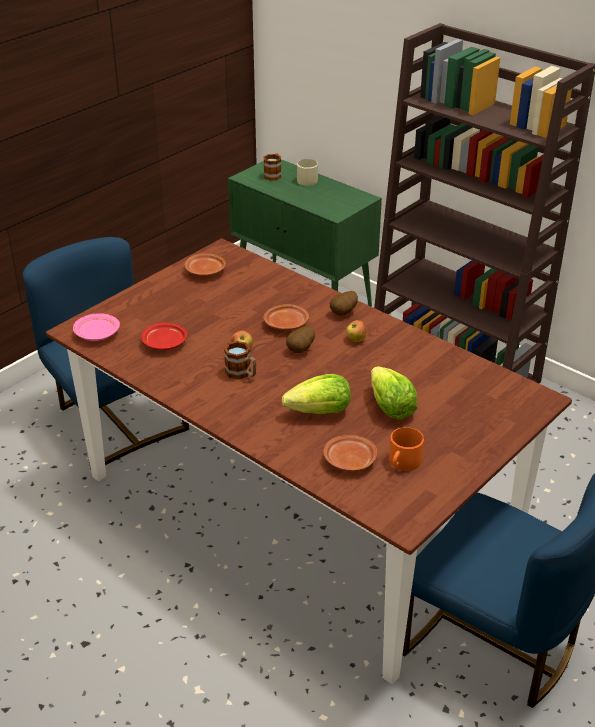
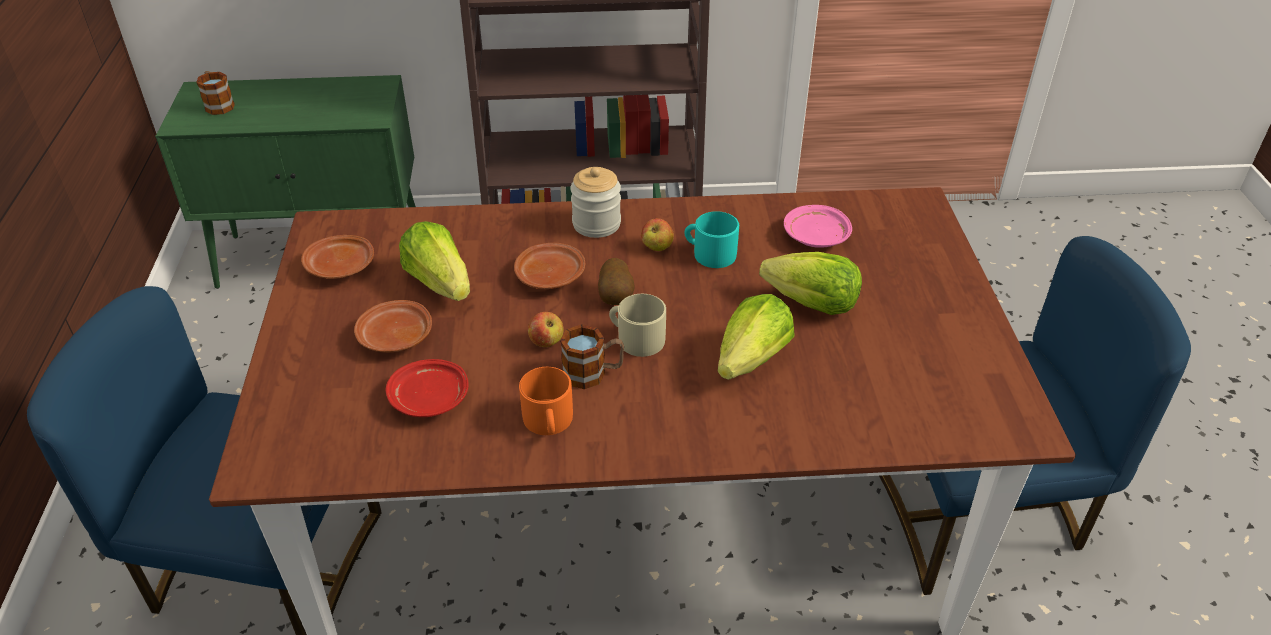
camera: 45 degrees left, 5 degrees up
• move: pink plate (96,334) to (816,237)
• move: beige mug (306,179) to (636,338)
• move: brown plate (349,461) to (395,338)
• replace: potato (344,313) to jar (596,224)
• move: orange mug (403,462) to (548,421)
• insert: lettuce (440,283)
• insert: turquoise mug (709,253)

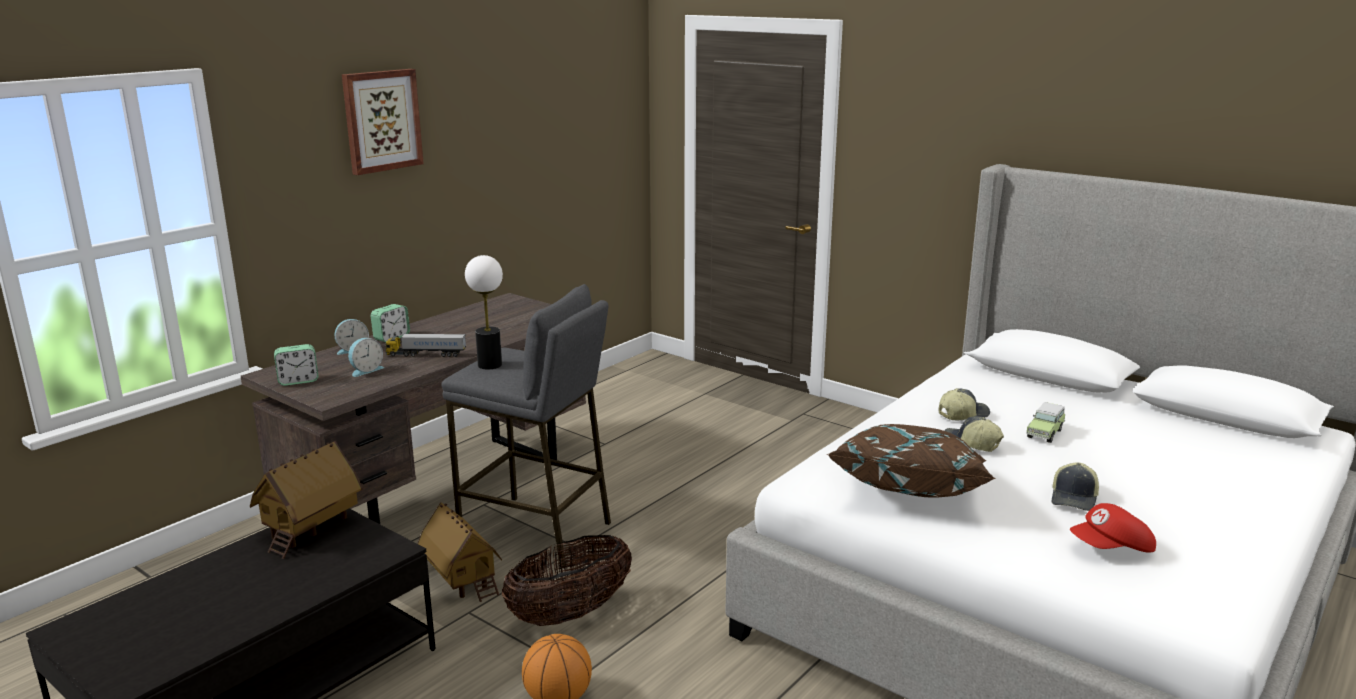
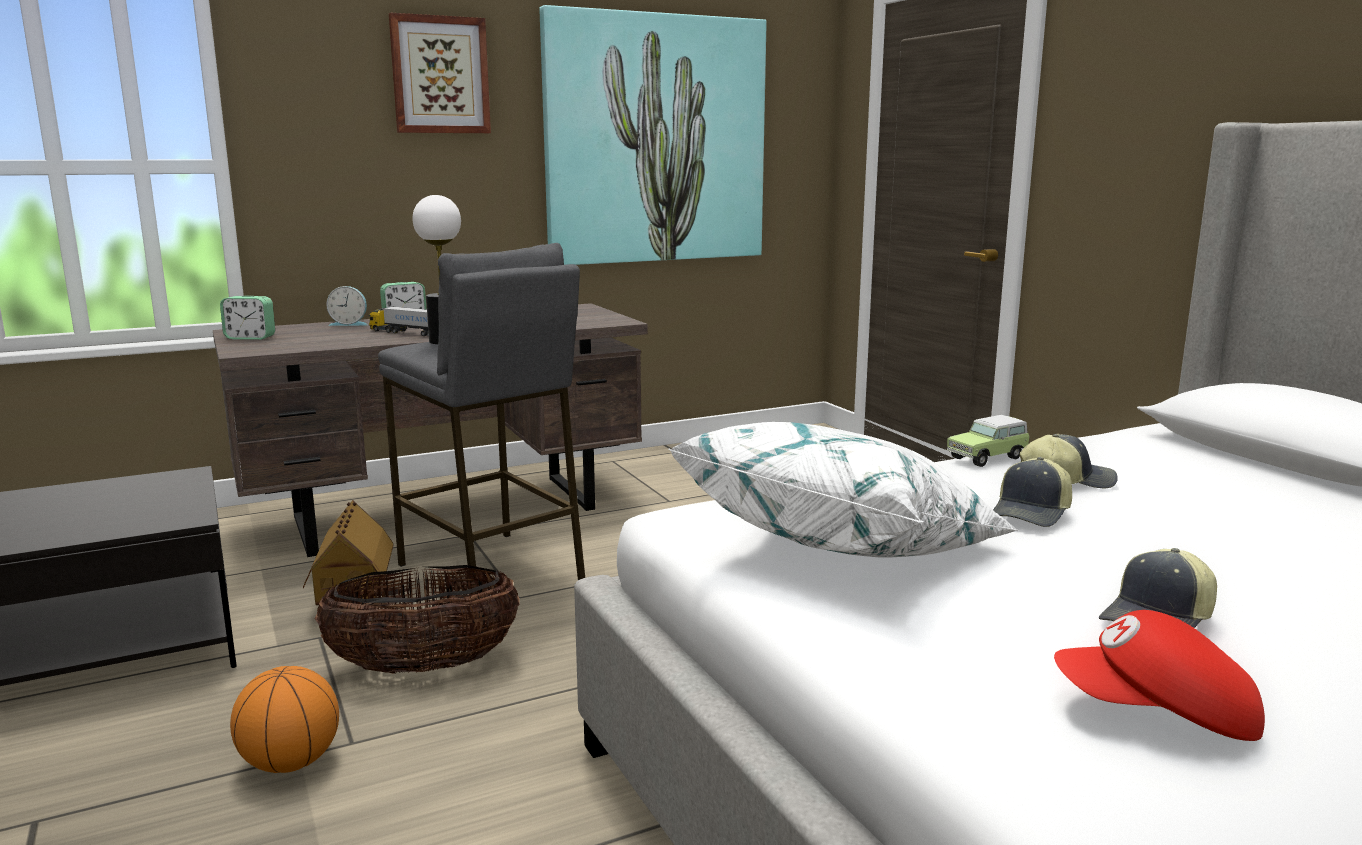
camera: 25 degrees right, 5 degrees down
• delete: toy house (311,530)
• delete: alarm clock (365,370)
• recolor: brown pillow (909,488) to white pillow (845,548)
• rotate: cap (970,444) = (1032,514) 120 degrees counterclockwise
• move: toy car (1045,433) to (989,457)
• insert: picture (655,140)

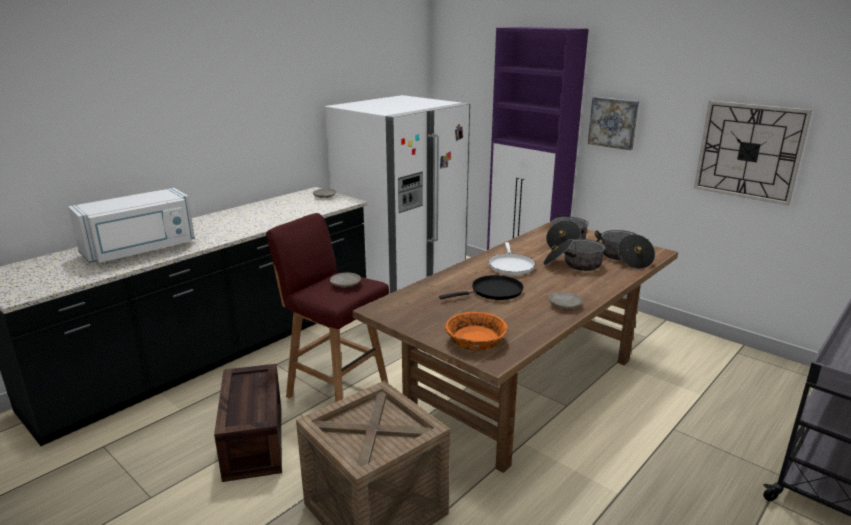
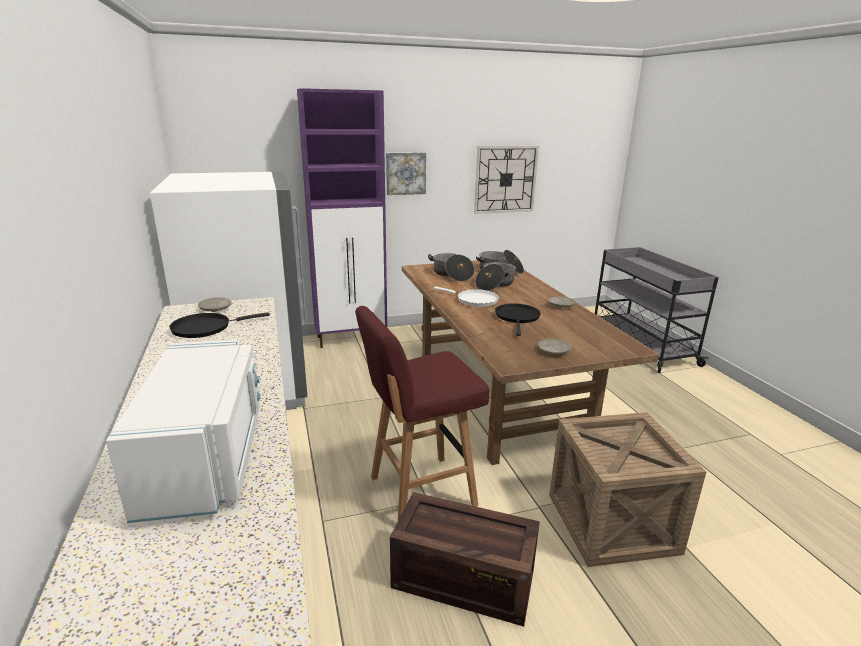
camera: 60 degrees left, 0 degrees up
• move: beige plate (345,284) to (553,351)
• delete: orange bowl (475,341)
• insert: black frying pan (205,328)

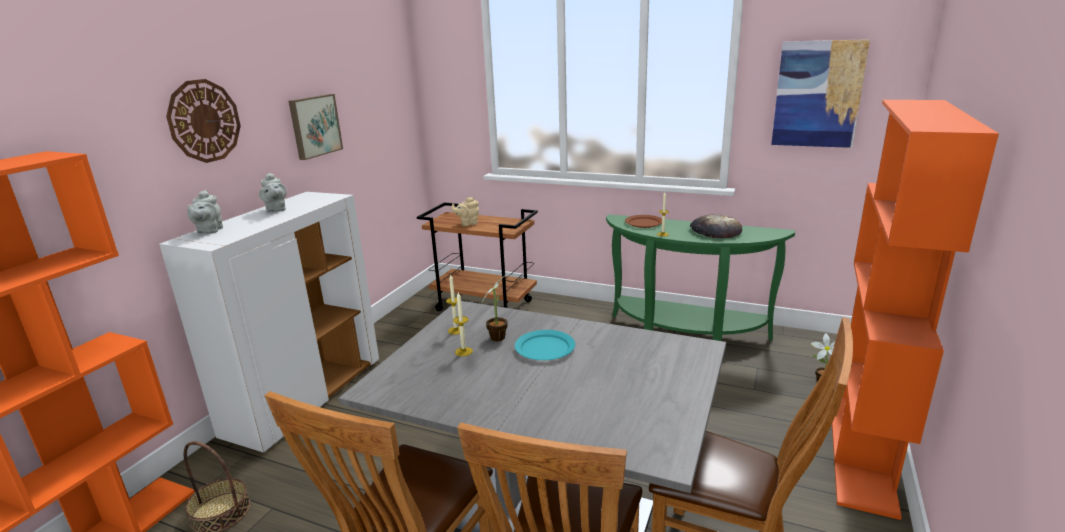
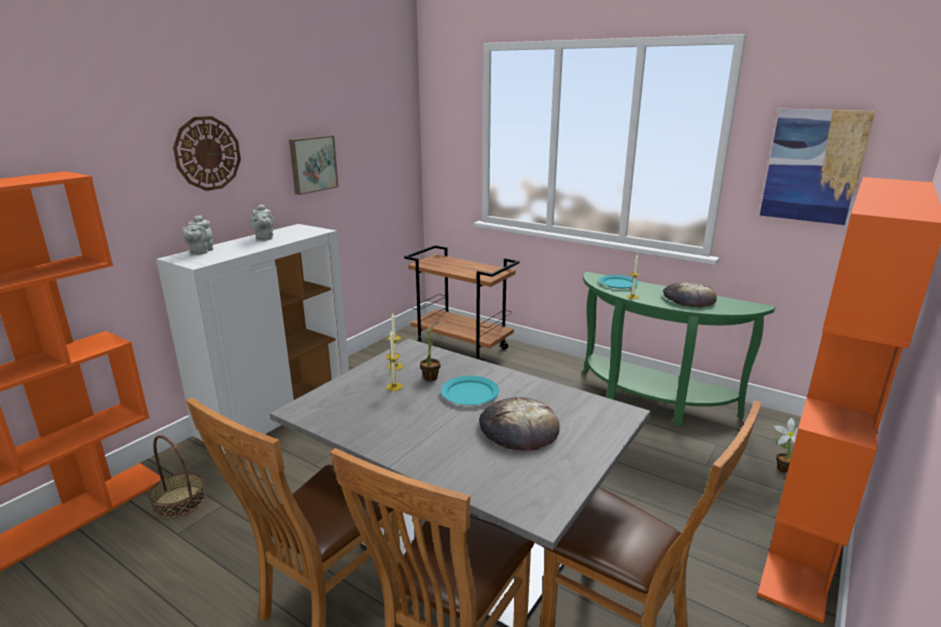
camera: 10 degrees right, 0 degrees up
• delete: beige teapot (468,223)
• recolor: brown plate (644,223) to turquoise plate (618,283)
• insert: bread (518,428)

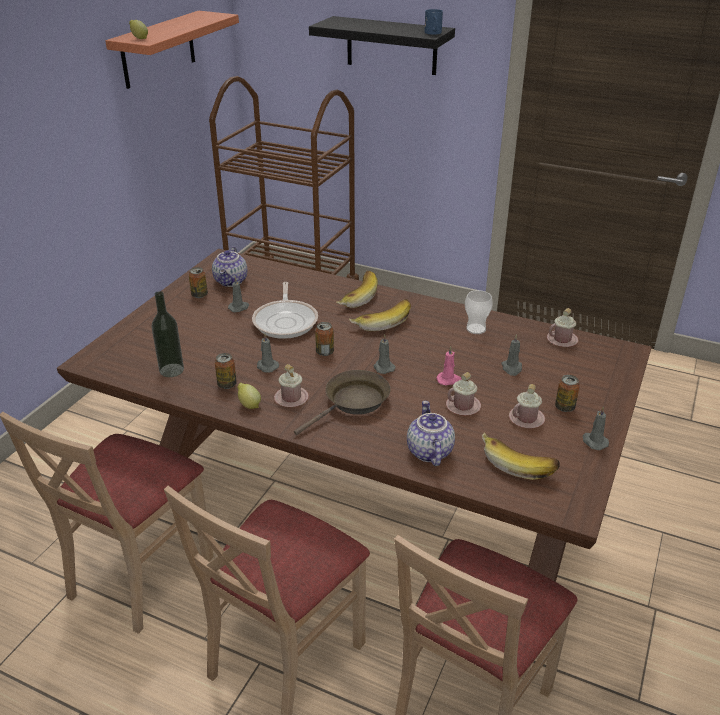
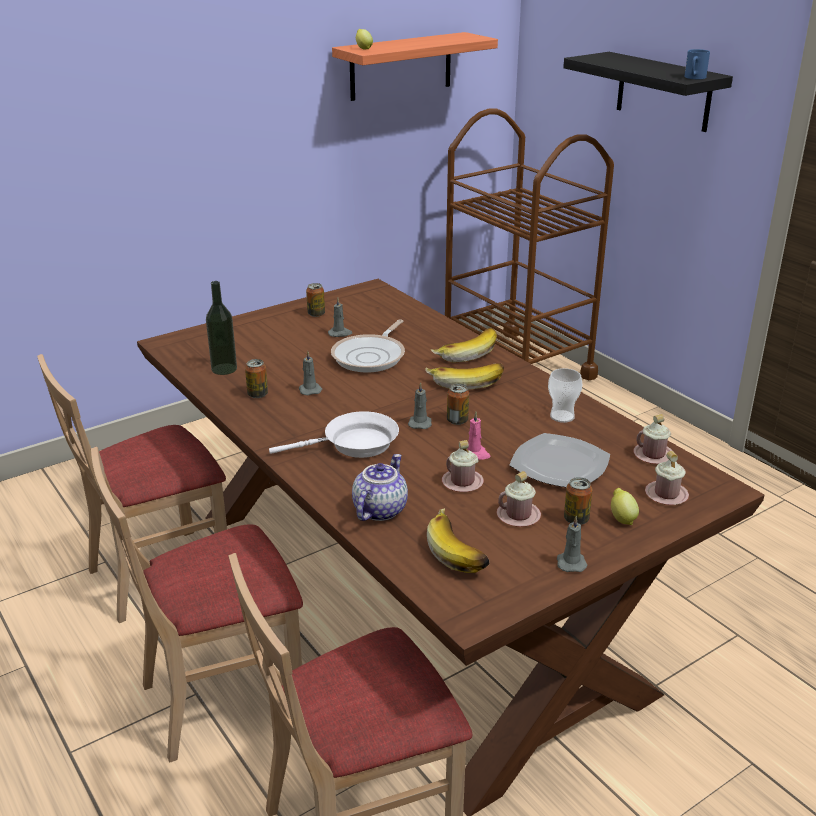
camera: 30 degrees right, 5 degrees down
• delete: teapot (231,281)
• move: lemon (249,405) to (622,518)
• move: pink mug (291,398) to (666,494)
• recolor: brown frying pan (353,403) to white frying pan (354,444)
• move: can (325,352) to (457,420)
• replace: grey candle (512,368) to plate (558,465)

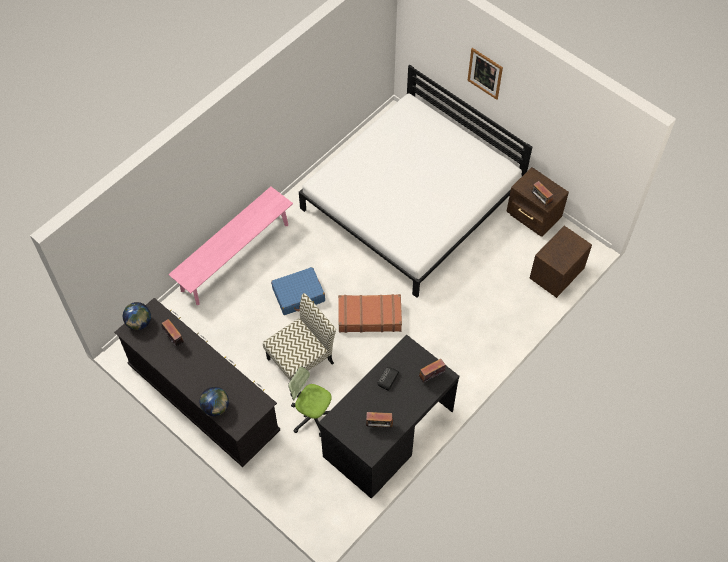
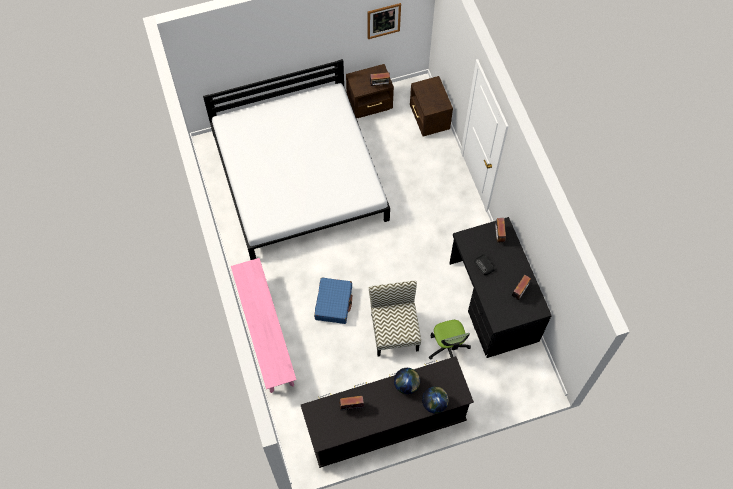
camera: 60 degrees left, 5 degrees up
• move: globe (139,323) to (406,385)
• rotate: office chair (312,415) = (448,347) 75 degrees counterclockwise
• delete: brown suitcase (369,317)
• move: picture (485,73) to (383,20)

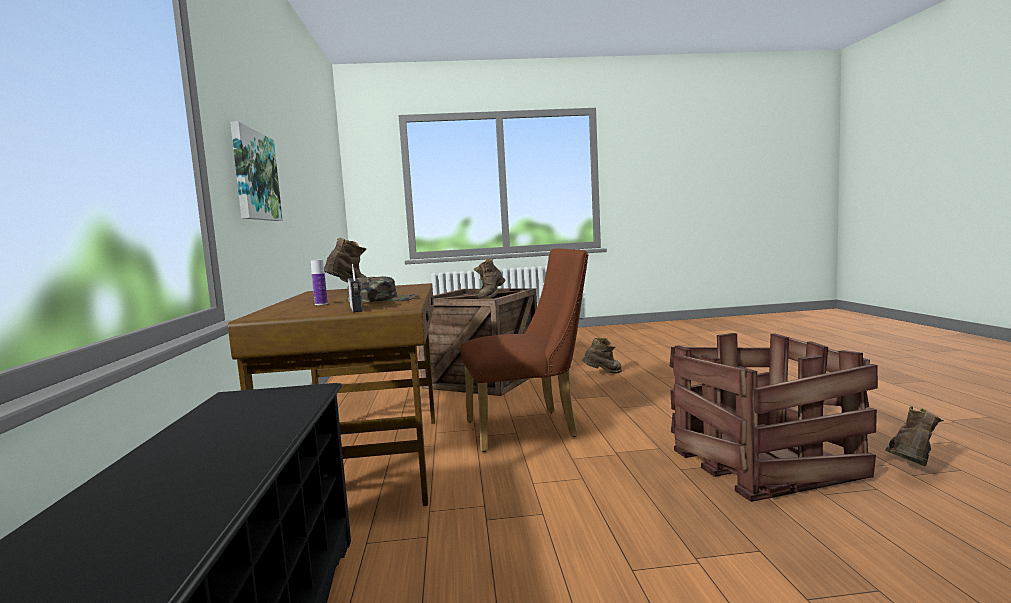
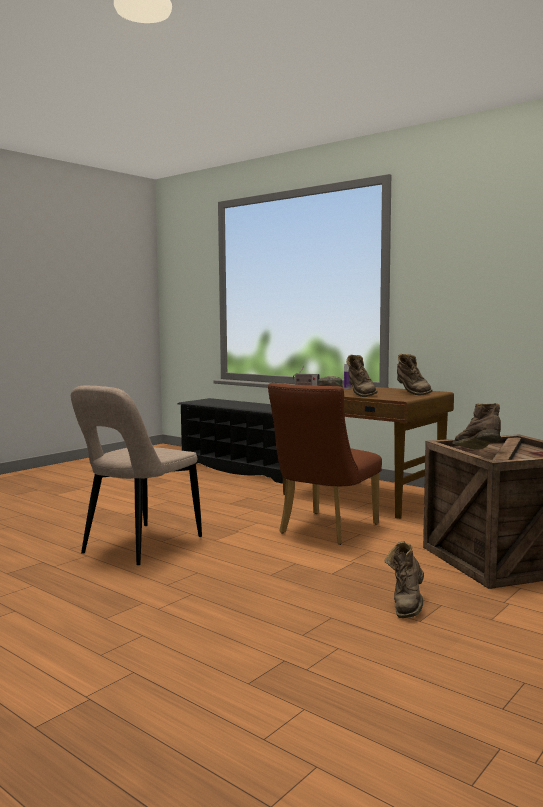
camera: 135 degrees right, 0 degrees up
• delete: picture (254,176)
• replace: crate (765,464) to beige chair (138,546)
• move: brown boot (909,470) to (360,395)

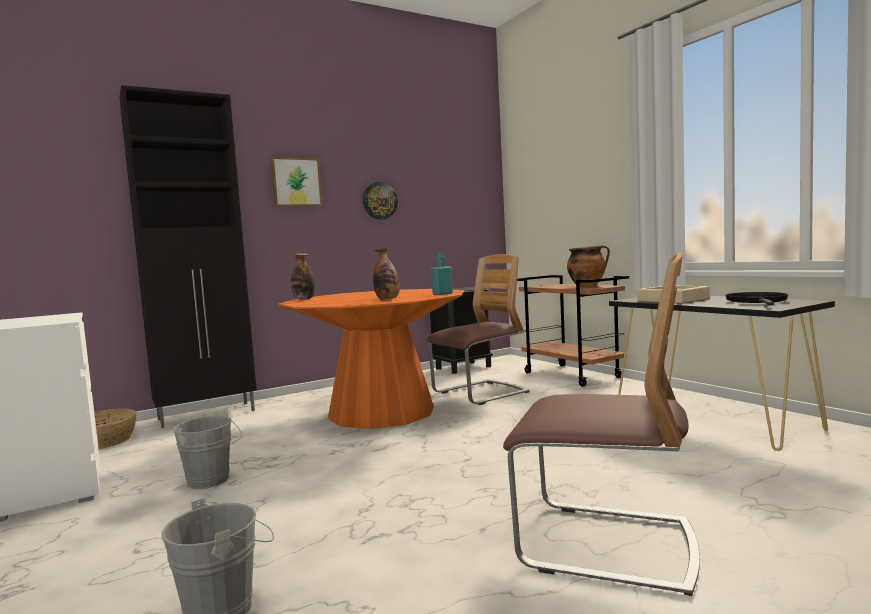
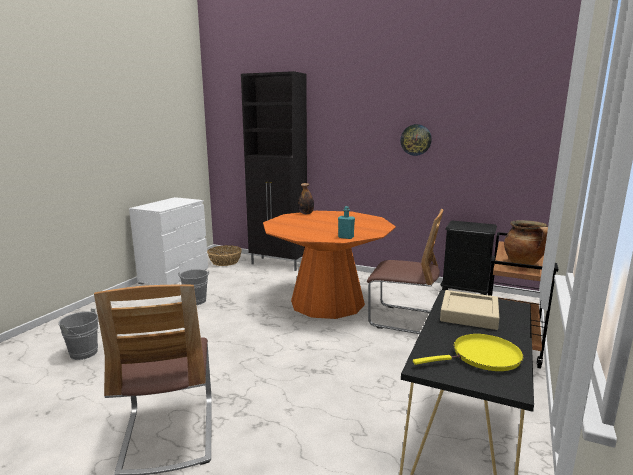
camera: 55 degrees right, 10 degrees up
• delete: picture (296,182)
• delete: bottle (387,299)
• recolor: black frying pan (757,301) to yellow frying pan (482,357)

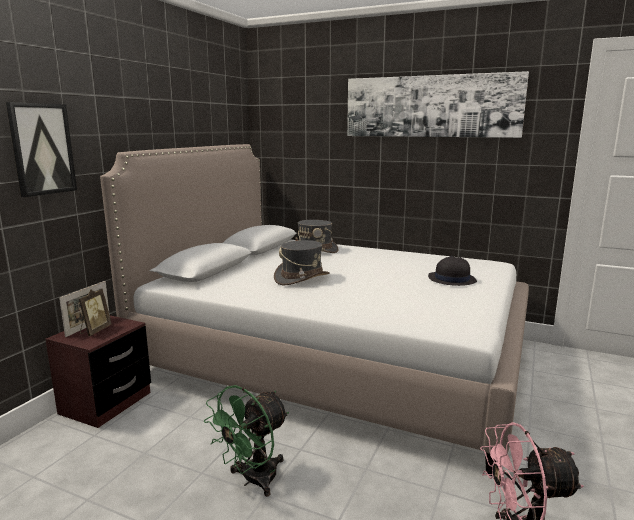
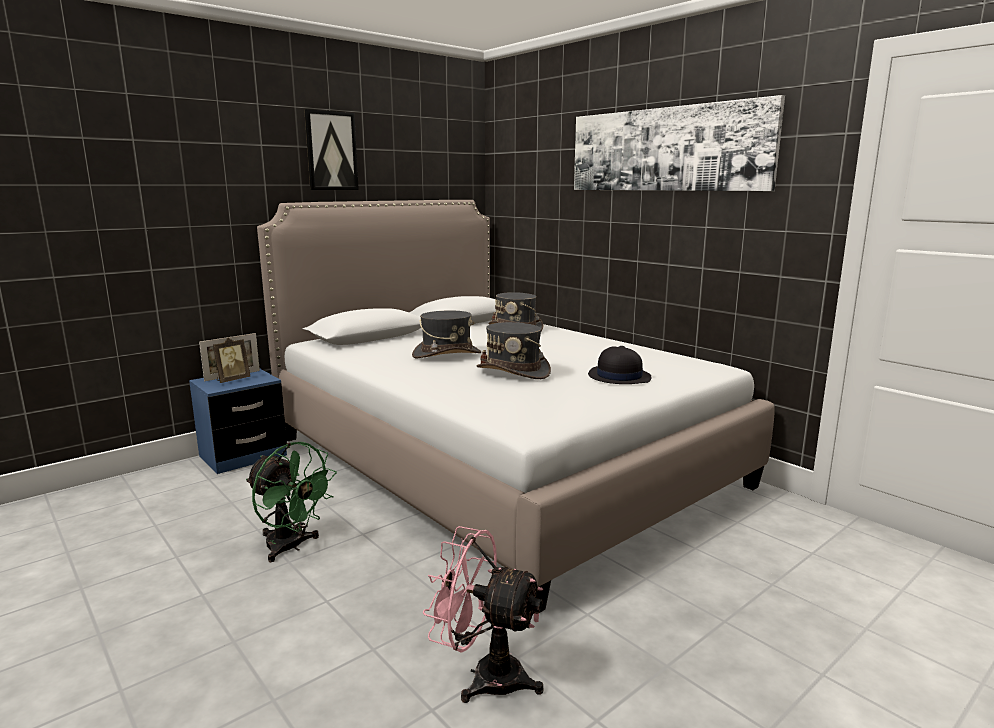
camera: 25 degrees right, 0 degrees up
• move: picture (42,149) to (331,151)
• recolor: brown nightstand (106,403) to blue nightstand (243,456)
• rotate: green fan (252,480) = (291,547) 120 degrees counterclockwise
• insert: grey hat (513,371)

